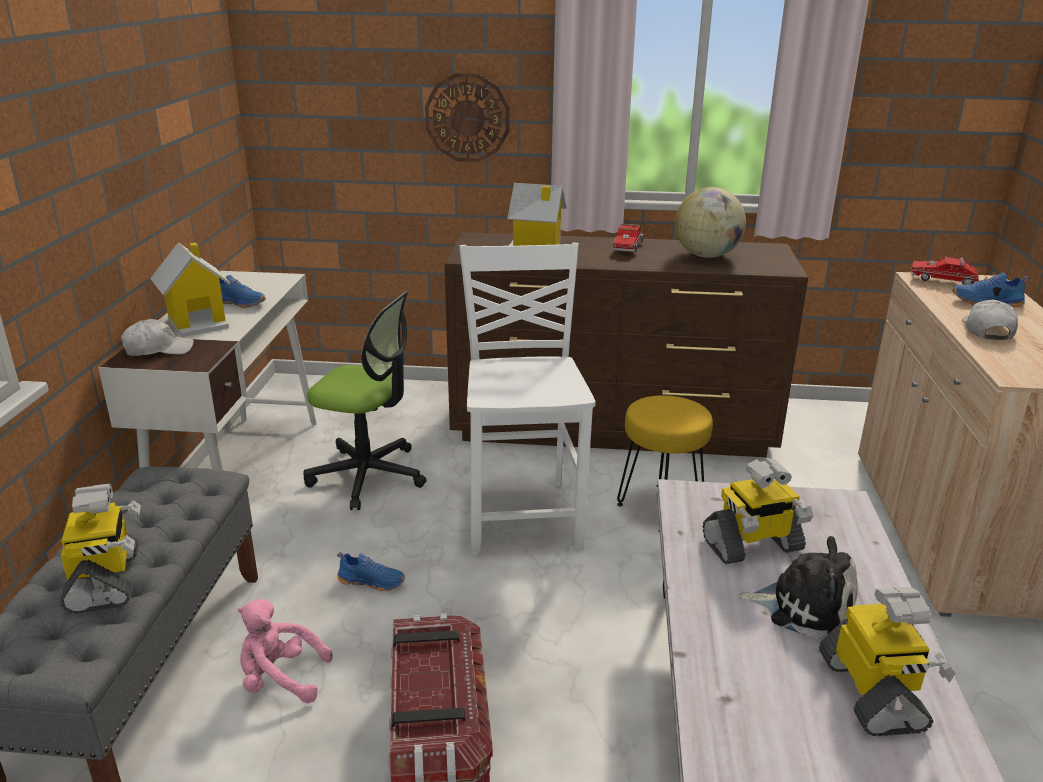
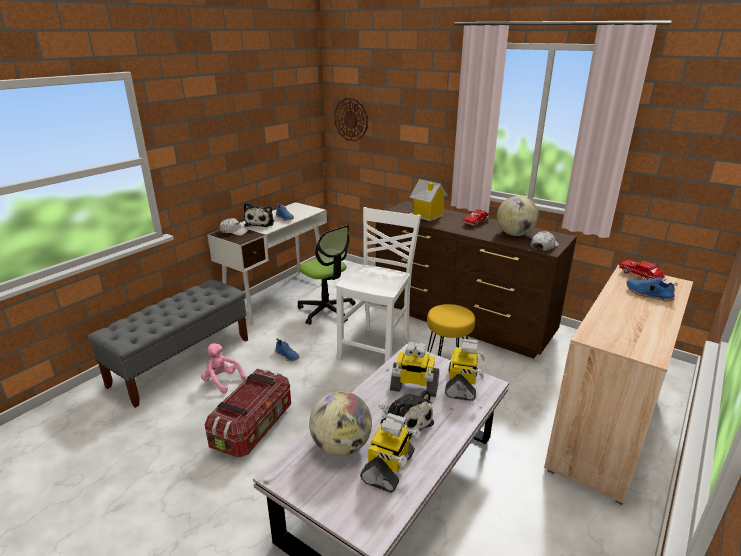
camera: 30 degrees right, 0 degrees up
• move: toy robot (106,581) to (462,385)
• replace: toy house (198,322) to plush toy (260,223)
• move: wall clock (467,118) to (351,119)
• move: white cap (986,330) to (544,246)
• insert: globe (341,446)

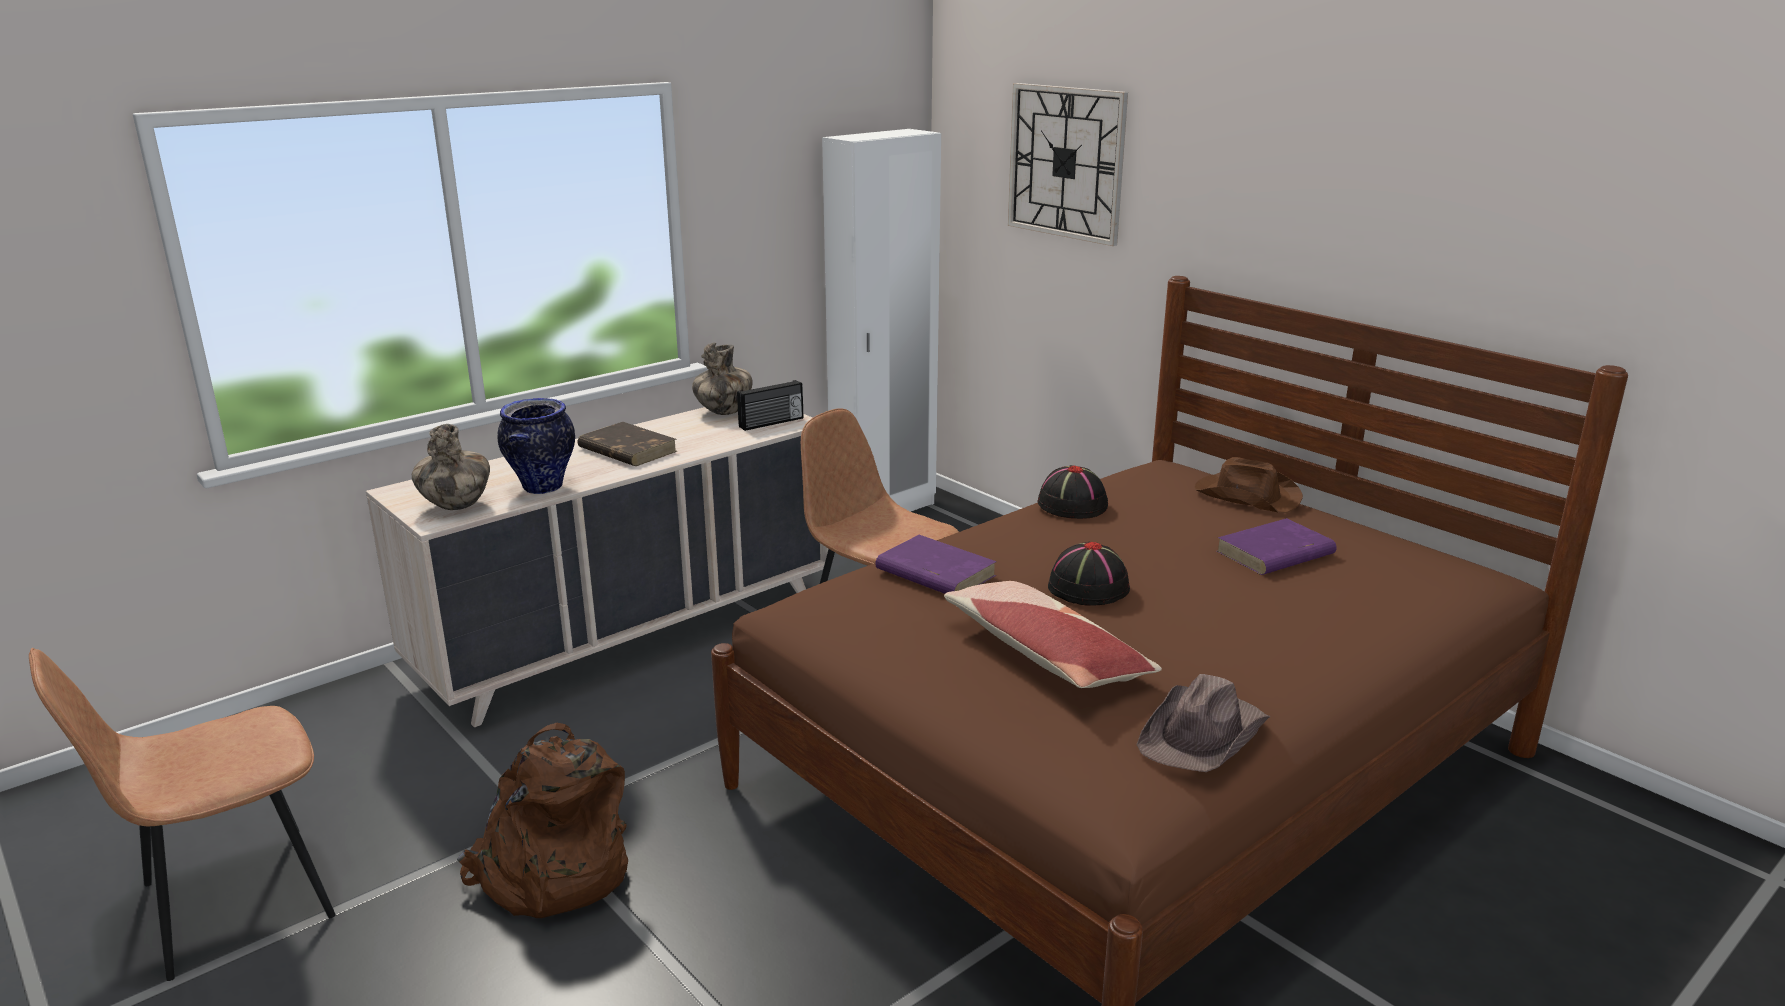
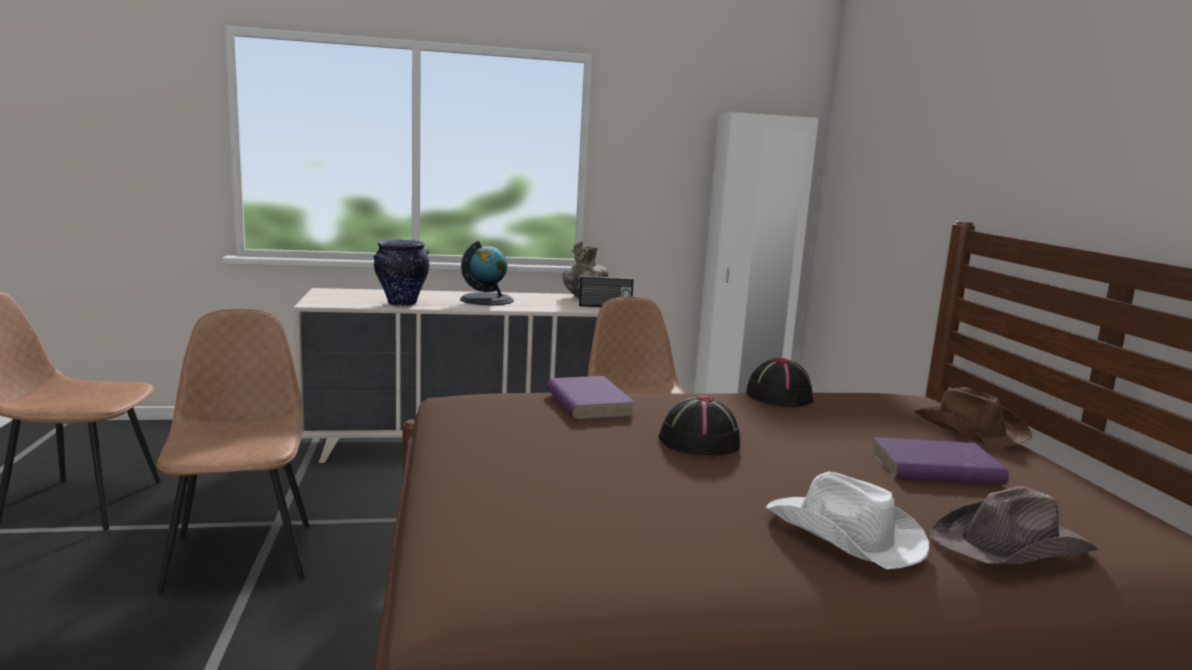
camera: 30 degrees right, 10 degrees down
• delete: vase (457,505)
• replace: brown backpack (552,873) to brown chair (241,555)
• replace: brown book (627,449) to globe (487,300)
• delete: pillow (1044,654)
• delete: wall clock (1066,162)
• move: brown hat (1204,734) to (1012,545)
• insert: white hat (845,534)

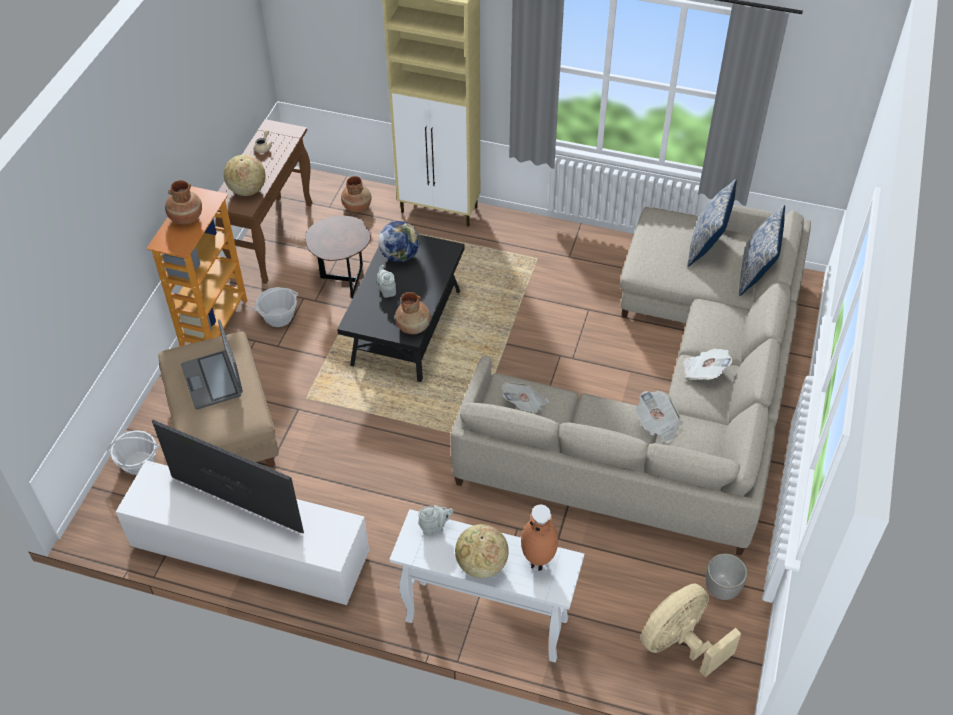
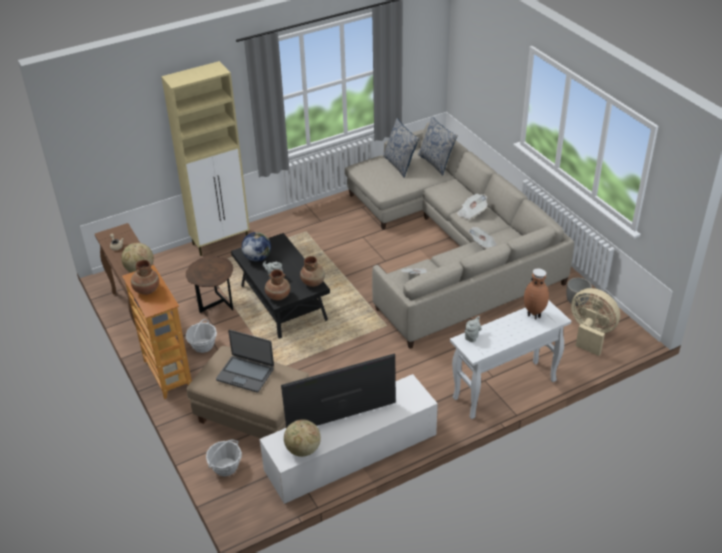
camera: 45 degrees left, 10 degrees down
• move: brown vase (357,207) to (278,296)
• move: globe (481,564) to (303,450)
• rotate: beige fan (679,643) = (590,334) 120 degrees clockwise

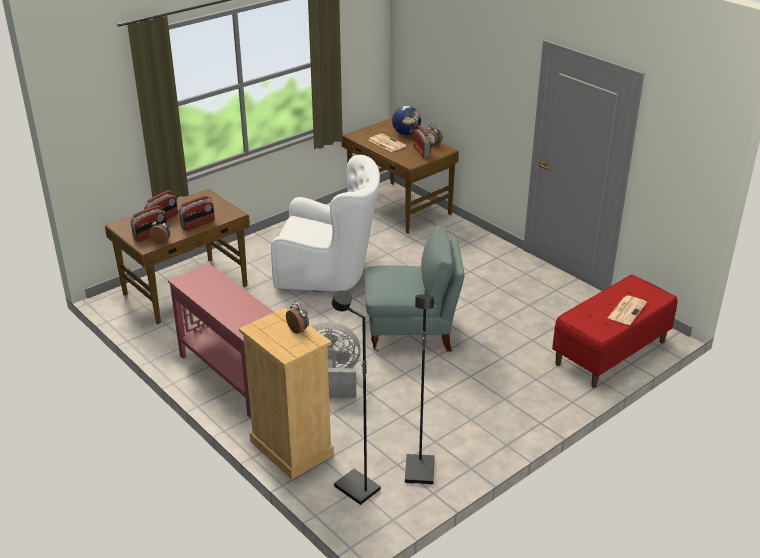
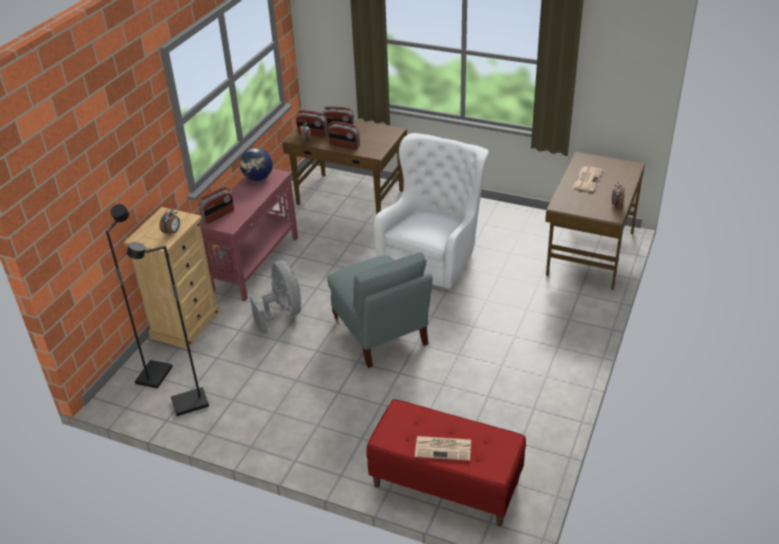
camera: 65 degrees right, 5 degrees up
• rotate: white armchair (329,274) = (433,255) 135 degrees counterclockwise
• move: globe (406,133) to (258,178)
• move: radio (422,152) to (218,215)

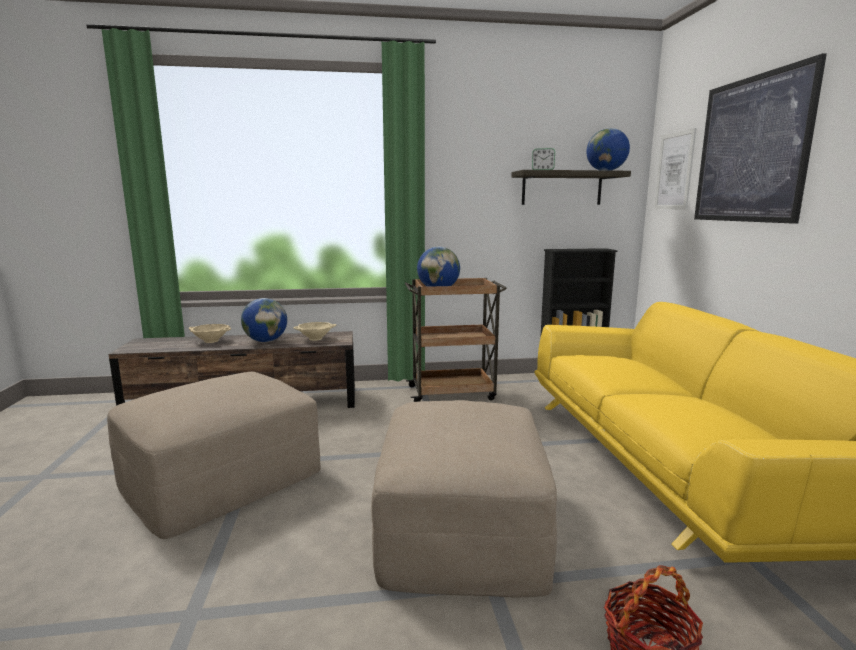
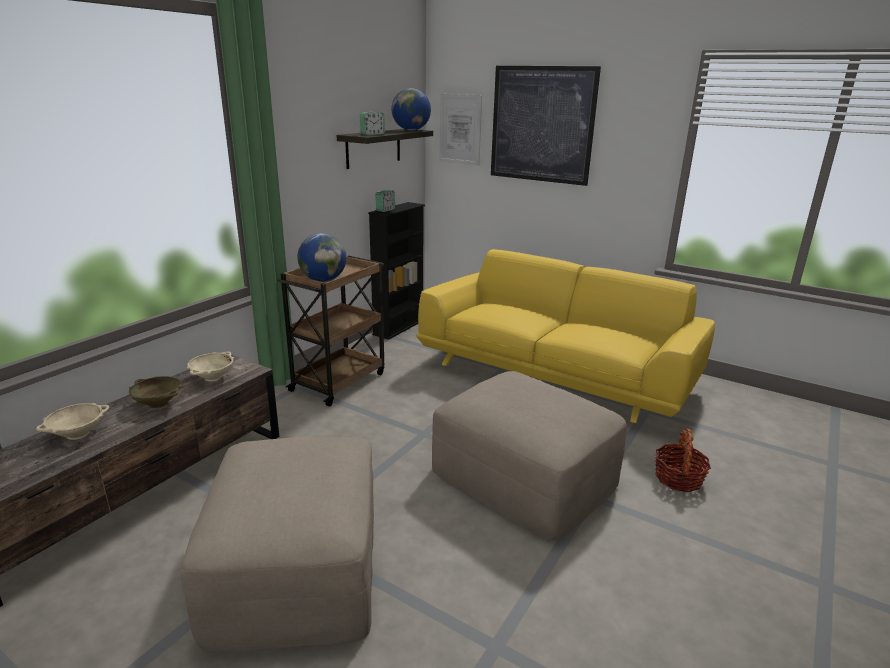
camera: 50 degrees left, 10 degrees up
• replace: globe (266,341) to beige bowl (158,403)
• insert: alarm clock (385,210)

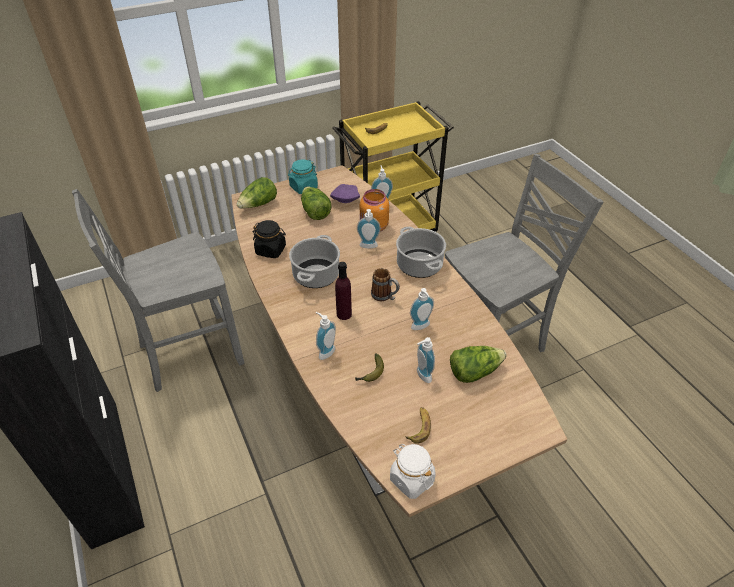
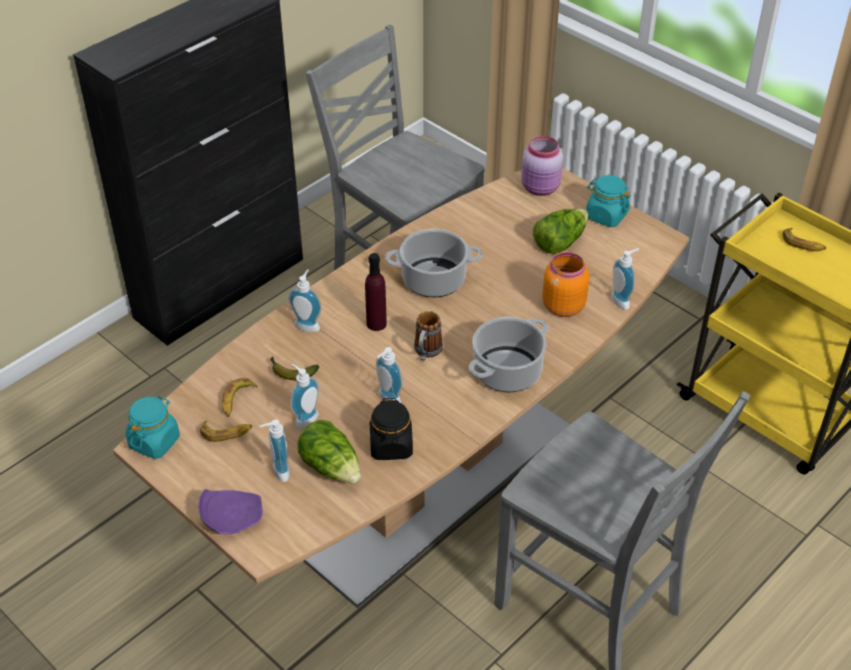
camera: 70 degrees right, 0 degrees up
• replace: lettuce (258,204) to pink jar (541,188)
• move: black jar (271,250) to (391,446)
• move: purple plate (345,199) to (231,518)
• move: soap dispenser (368,247) to (277,471)
• recolor: white jar (411,479) to turquoise jar (154,441)
• insert: banana (237,400)

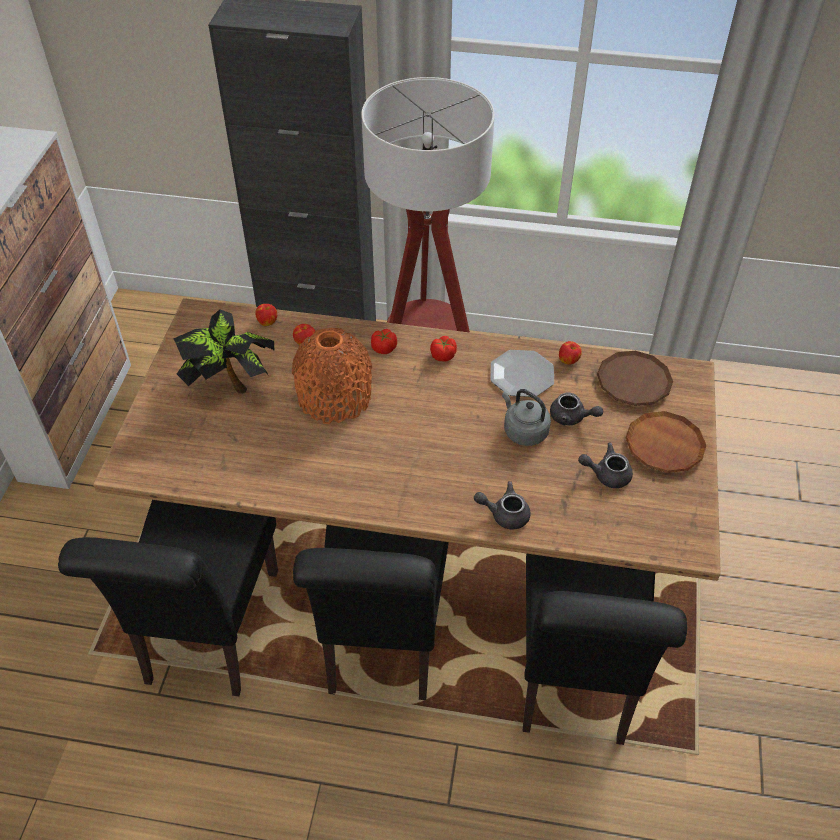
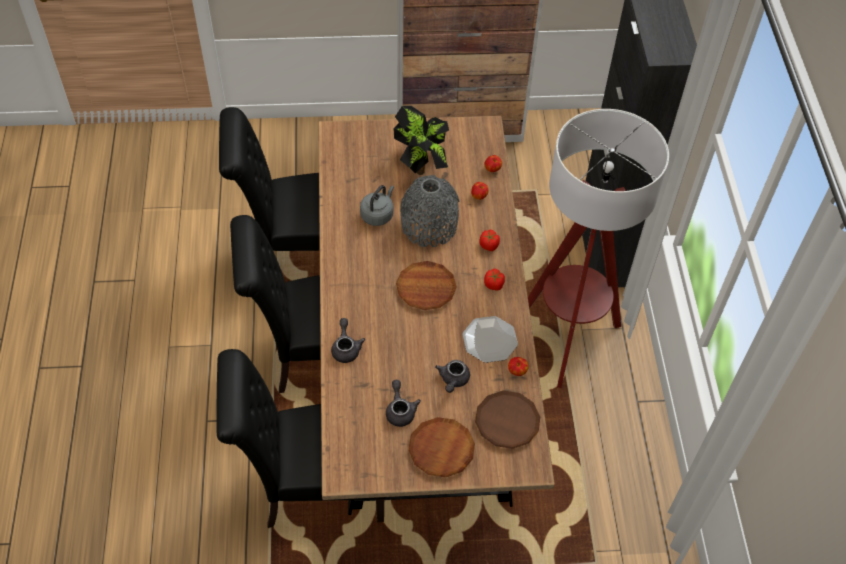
camera: 75 degrees right, 5 degrees up
• recolor: orange vase (334,397) to grey vase (429,226)
• move: grey kettle (523,431) to (378,215)
• insert: brown plate (426,288)

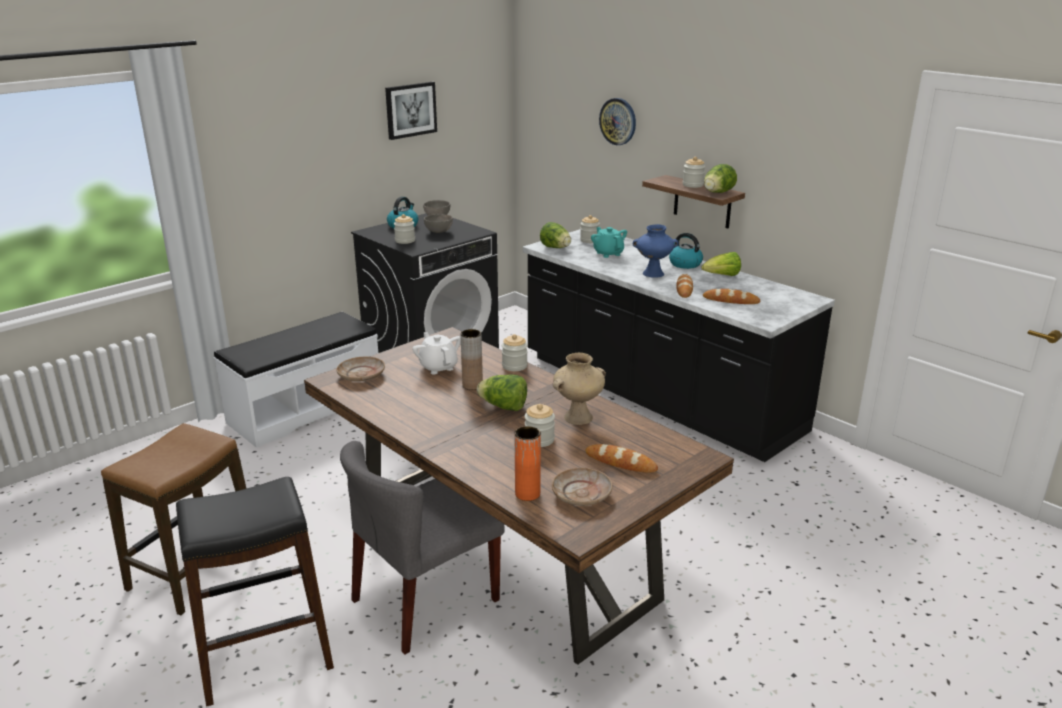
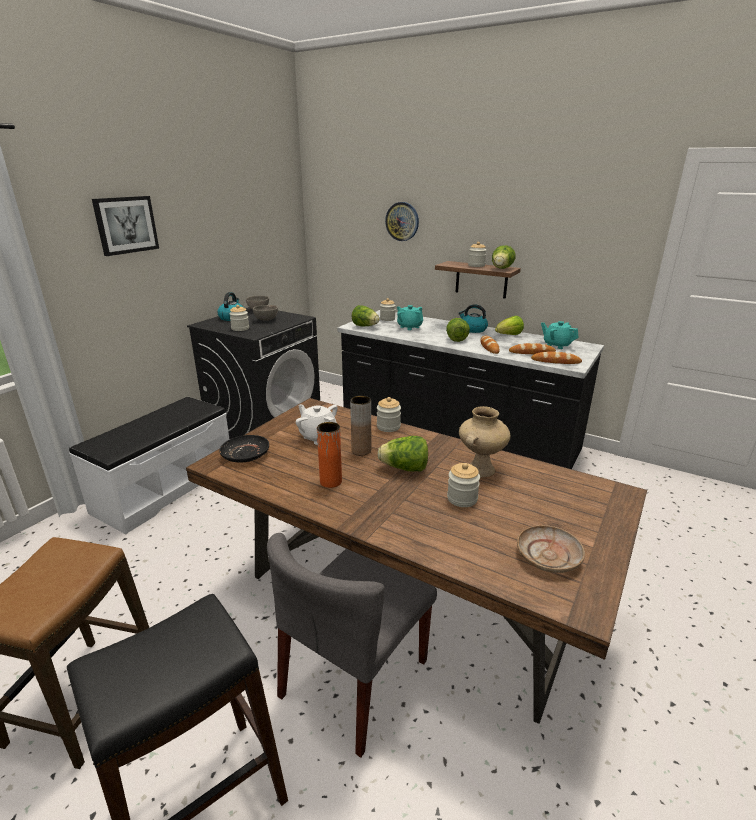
camera: 15 degrees left, 0 degrees up
• recolor: beige plate (361,375) to black plate (246,454)
• move: picture (410,110) to (126,225)
• move: orange vase (527,494) to (331,481)
• move: bread (620,462) to (555,361)
• replace: blue vase (652,274) to lettuce (456,338)
• insert: turquoise teapot (557,345)

